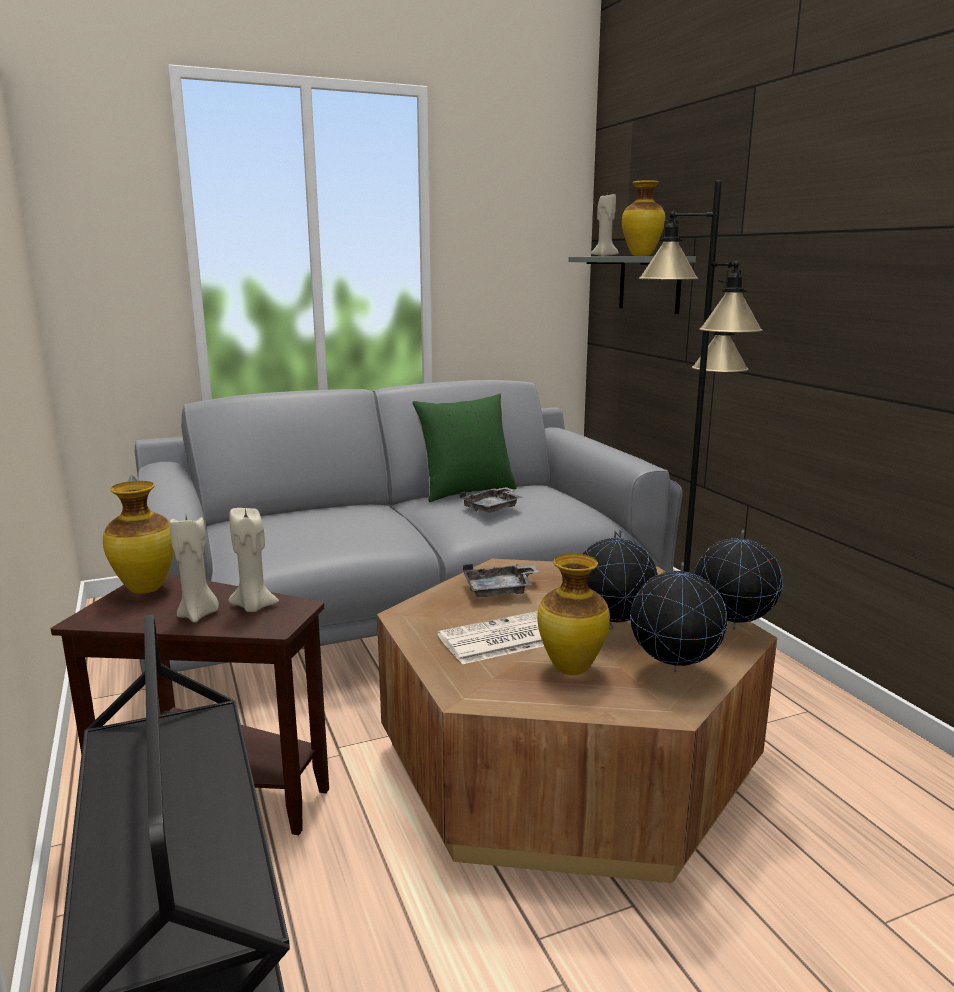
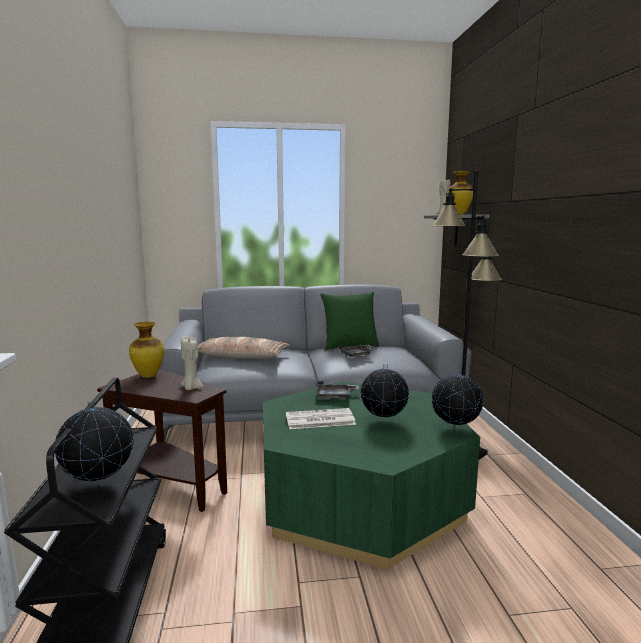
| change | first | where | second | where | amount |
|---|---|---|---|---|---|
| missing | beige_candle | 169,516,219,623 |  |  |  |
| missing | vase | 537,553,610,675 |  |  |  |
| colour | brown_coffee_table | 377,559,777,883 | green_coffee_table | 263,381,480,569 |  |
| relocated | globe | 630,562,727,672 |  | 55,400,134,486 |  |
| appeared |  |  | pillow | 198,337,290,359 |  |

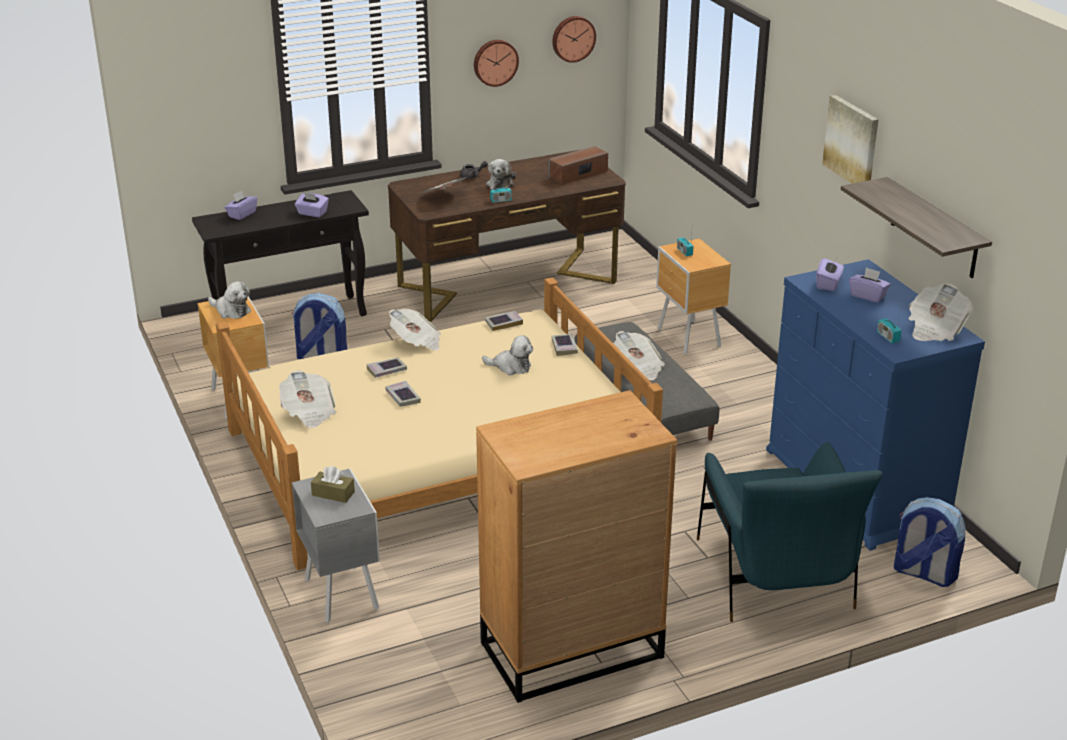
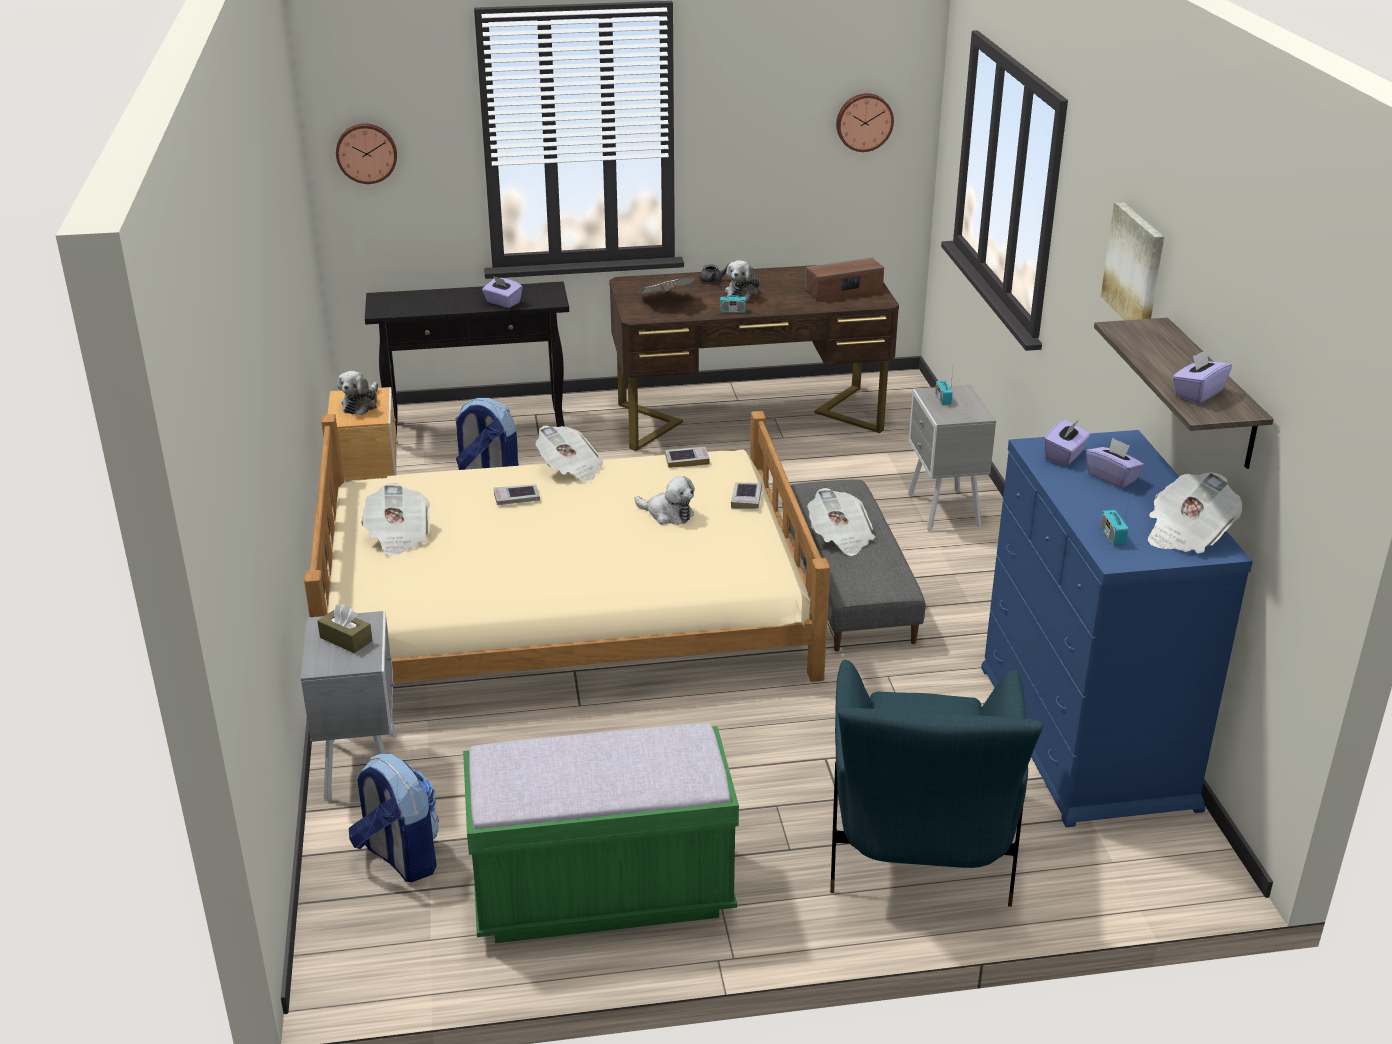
| change | first | where | second | where | amount |
|---|---|---|---|---|---|
| relocated | wall_clock | 474,40,519,87 |  | 336,123,397,184 |  |
| relocated | purple_tissue_box | 225,191,257,220 |  | 1173,350,1232,404 |  |
| colour | brown_nightstand | 656,238,731,355 | grey_nightstand | 908,385,996,531 |  |
| spun | plush_toy | 208,281,251,319 |  | 337,371,378,415 | 60 degrees clockwise |
| missing | book | 386,381,421,407 |  |  |  |
| exchanged | brown_dresser | 476,390,677,703 | green_bench | 463,723,739,943 |  |
| relocated | backpack | 894,497,966,587 |  | 349,753,439,882 |  |

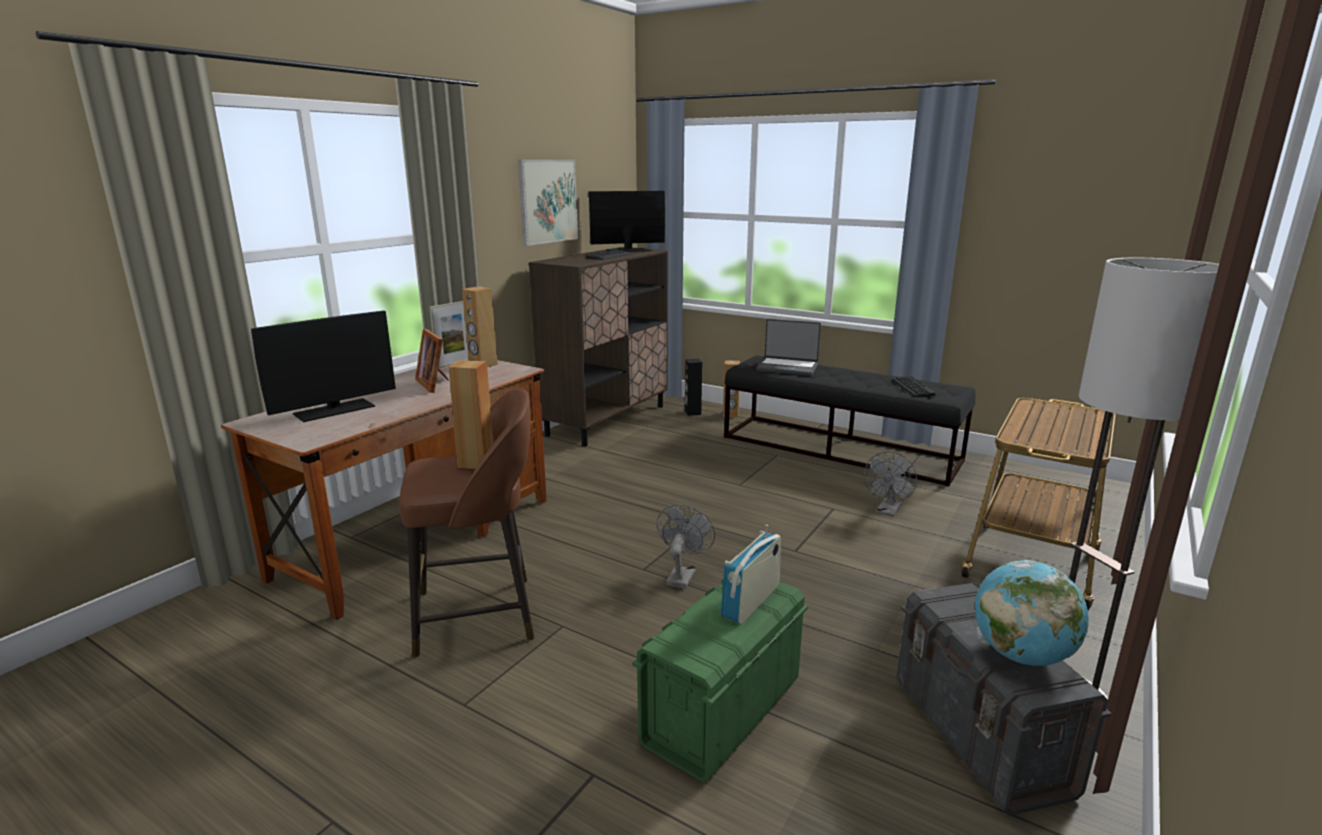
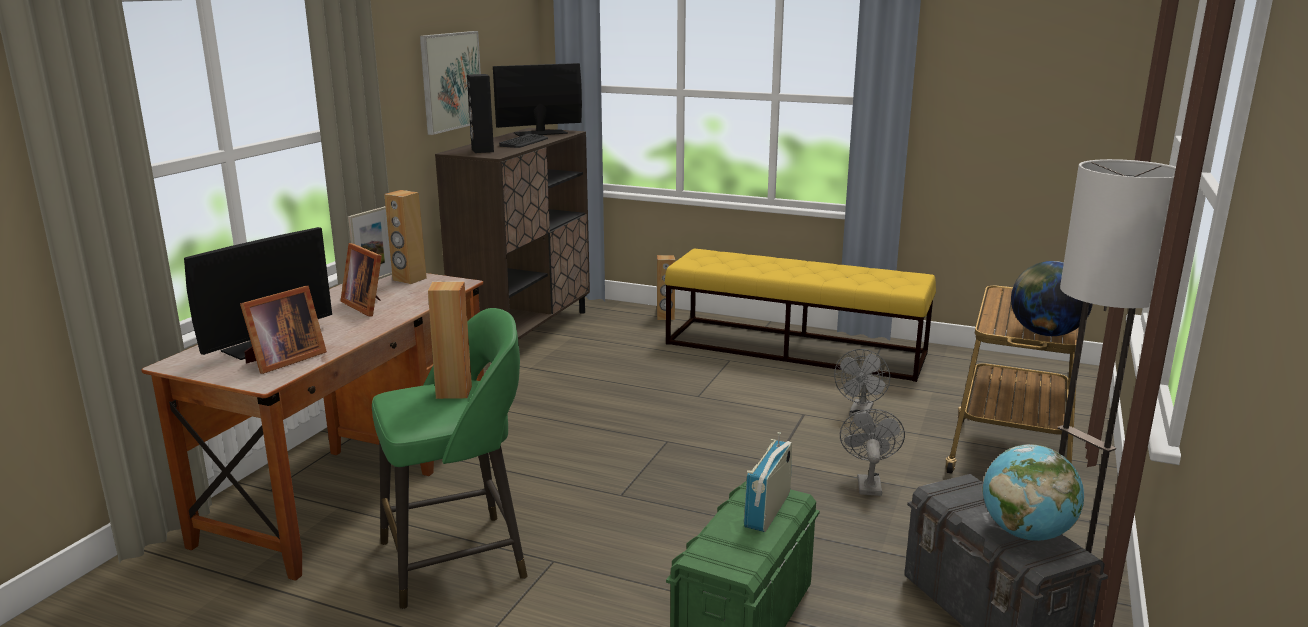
| change | first | where | second | where | amount |
|---|---|---|---|---|---|
| missing | laptop | 756,319,821,376 |  |  |  |
| colour | black_bench | 724,355,976,487 | yellow_bench | 665,249,936,382 |  |
| relocated | black_speaker | 685,359,702,416 |  | 467,74,494,153 |  |
| missing | keyboard | 892,376,935,397 |  |  |  |
| colour | brown_stool | 399,388,534,657 | green_stool | 372,308,527,609 |  |
| relocated | grey_fan | 657,505,715,589 |  | 840,409,905,496 |  |
| appeared |  |  | globe | 1011,261,1093,336 |  |
| appeared |  |  | picture_frame | 240,286,327,374 |  |

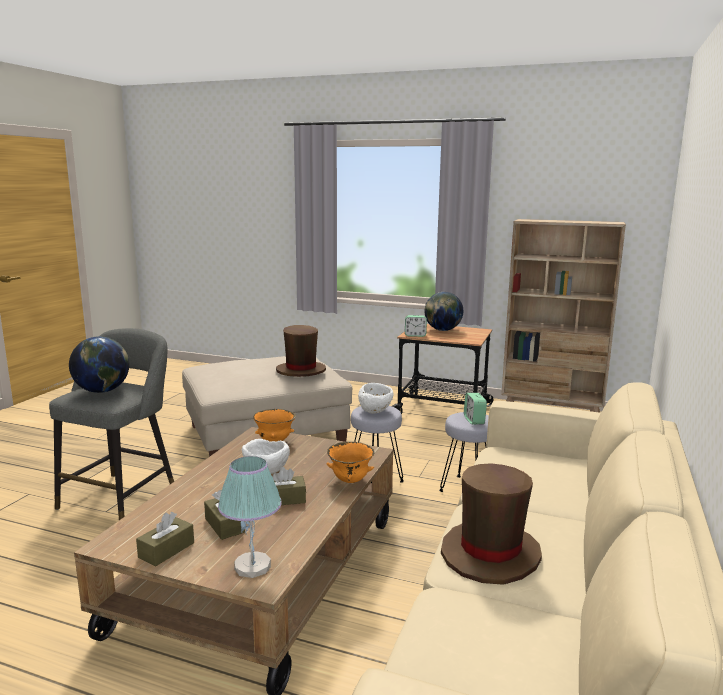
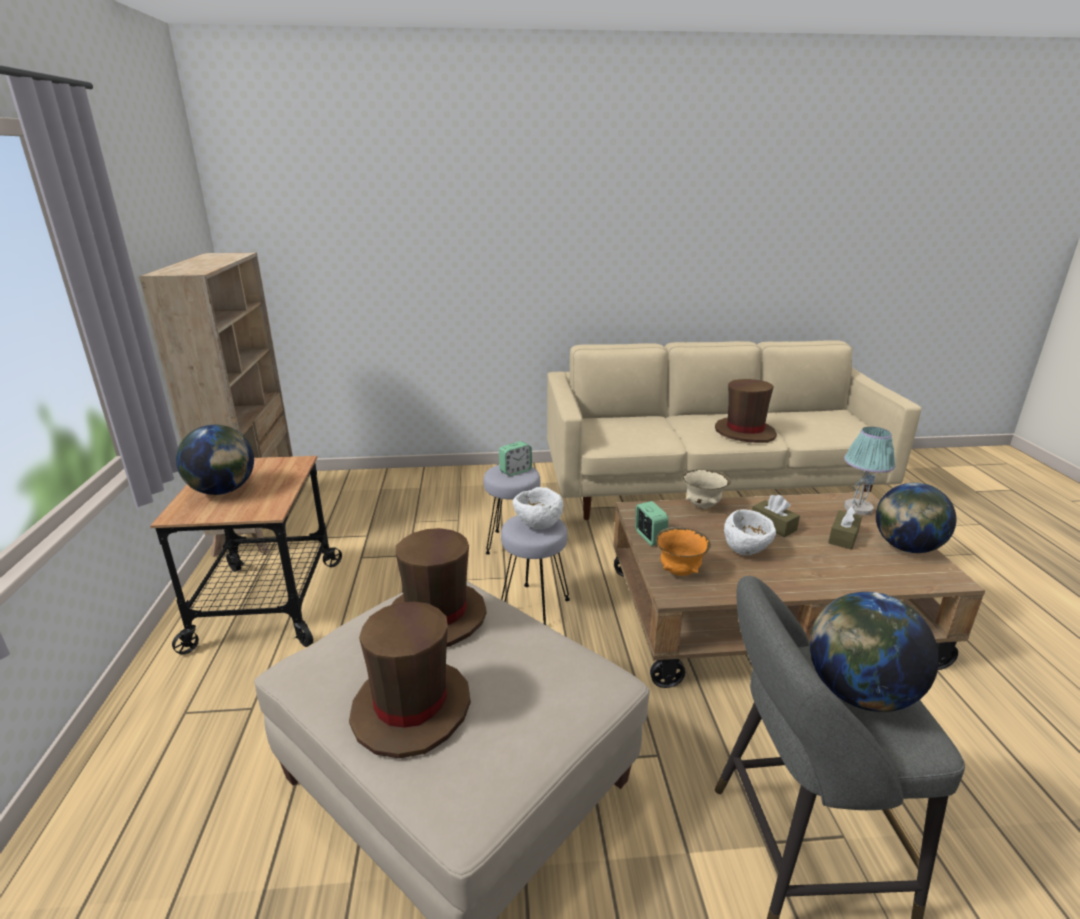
| change | first | where | second | where | amount |
|---|---|---|---|---|---|
| relocated | alarm_clock | 405,315,427,337 |  | 635,501,668,546 |  |
| colour | orange_bowl | 326,442,375,483 | beige_bowl | 683,469,731,509 |  |
| exchanged | brown_tissue_box | 136,512,194,567 | globe | 876,483,956,553 |  |
| appeared |  |  | brown_hat | 349,602,471,759 |  |

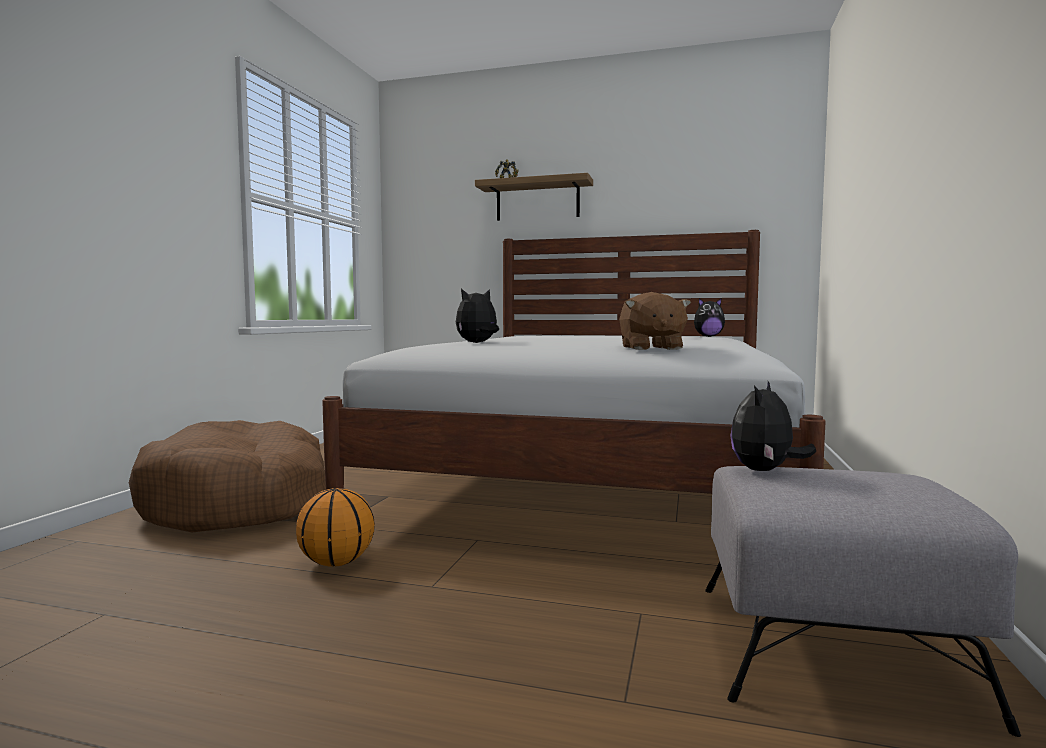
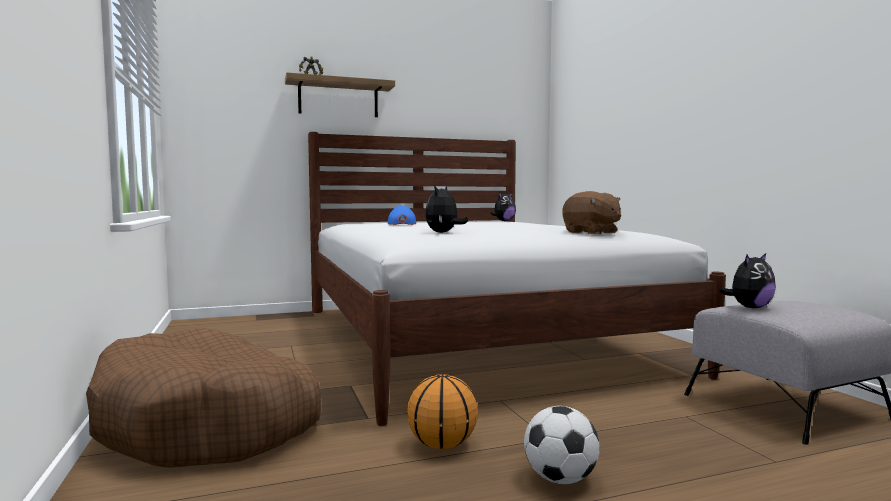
| change | first | where | second | where | amount |
|---|---|---|---|---|---|
| spun | plush_toy | 730,381,816,471 |  | 719,252,776,308 | 120 degrees counterclockwise |
| appeared |  |  | blue_cap | 388,205,416,225 |  |
| appeared |  |  | football | 524,406,600,484 |  |

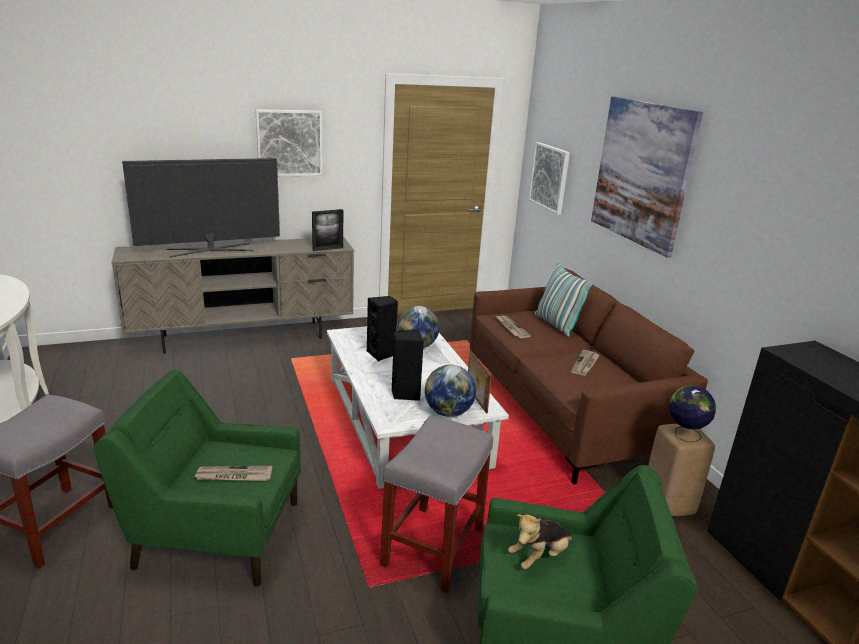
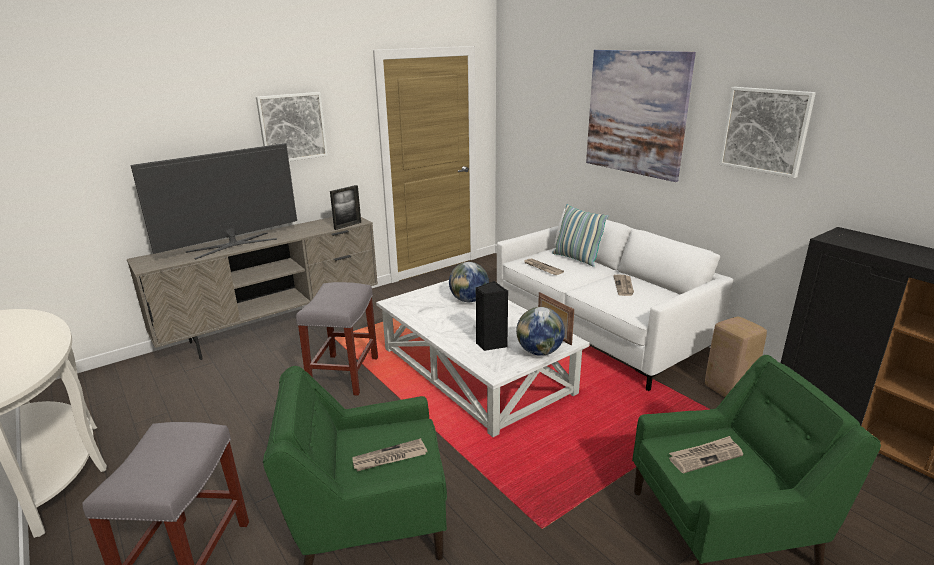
| change | first | where | second | where | amount |
|---|---|---|---|---|---|
| relocated | picture | 529,142,570,215 |  | 719,87,816,178 |  |
| colour | brown_sofa | 470,268,708,484 | white_sofa | 497,208,733,391 |  |
| missing | black_speaker | 367,296,398,361 |  |  |  |
| missing | globe | 669,385,716,442 |  |  |  |
| relocated | grey_stool | 380,416,493,593 |  | 296,282,378,396 |  |
| exchanged | plush_toy | 508,514,573,570 | newspaper | 669,436,743,473 |  |

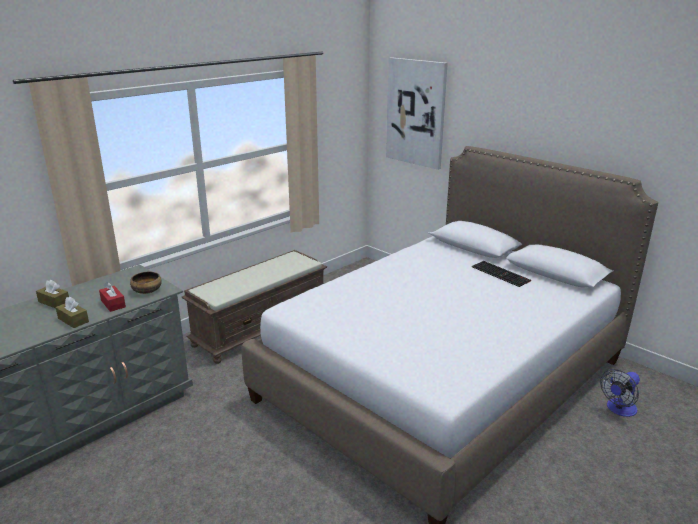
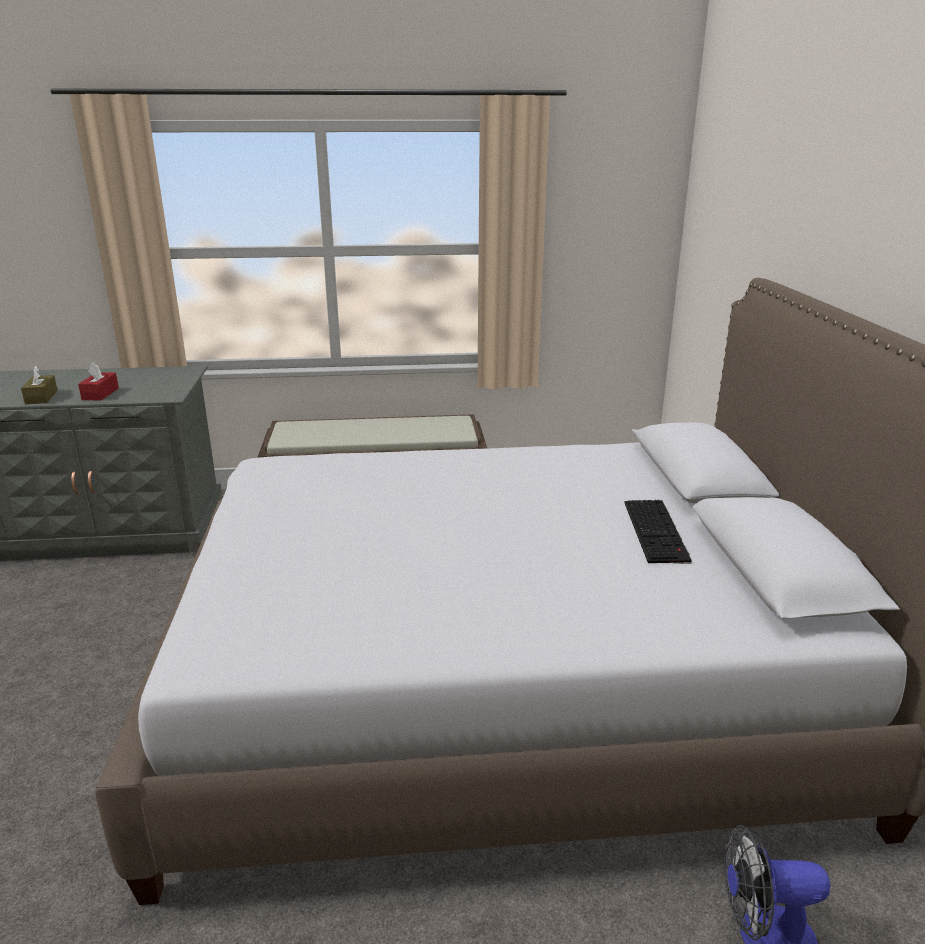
| change | first | where | second | where | amount |
|---|---|---|---|---|---|
| missing | picture | 386,57,448,170 |  |  |  |
| missing | bowl | 130,272,162,294 |  |  |  |
| missing | brown_tissue_box | 36,280,69,308 |  |  |  |

